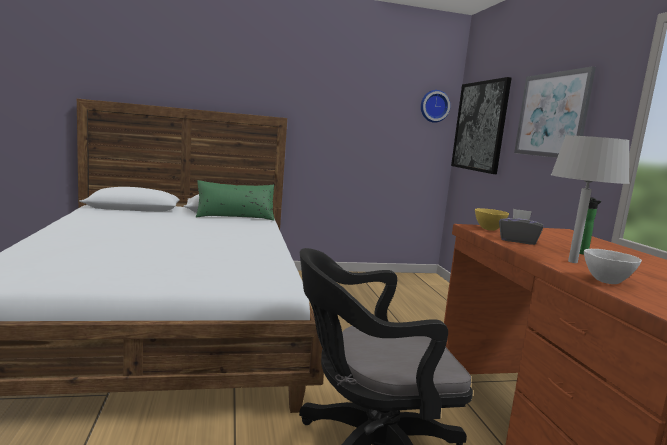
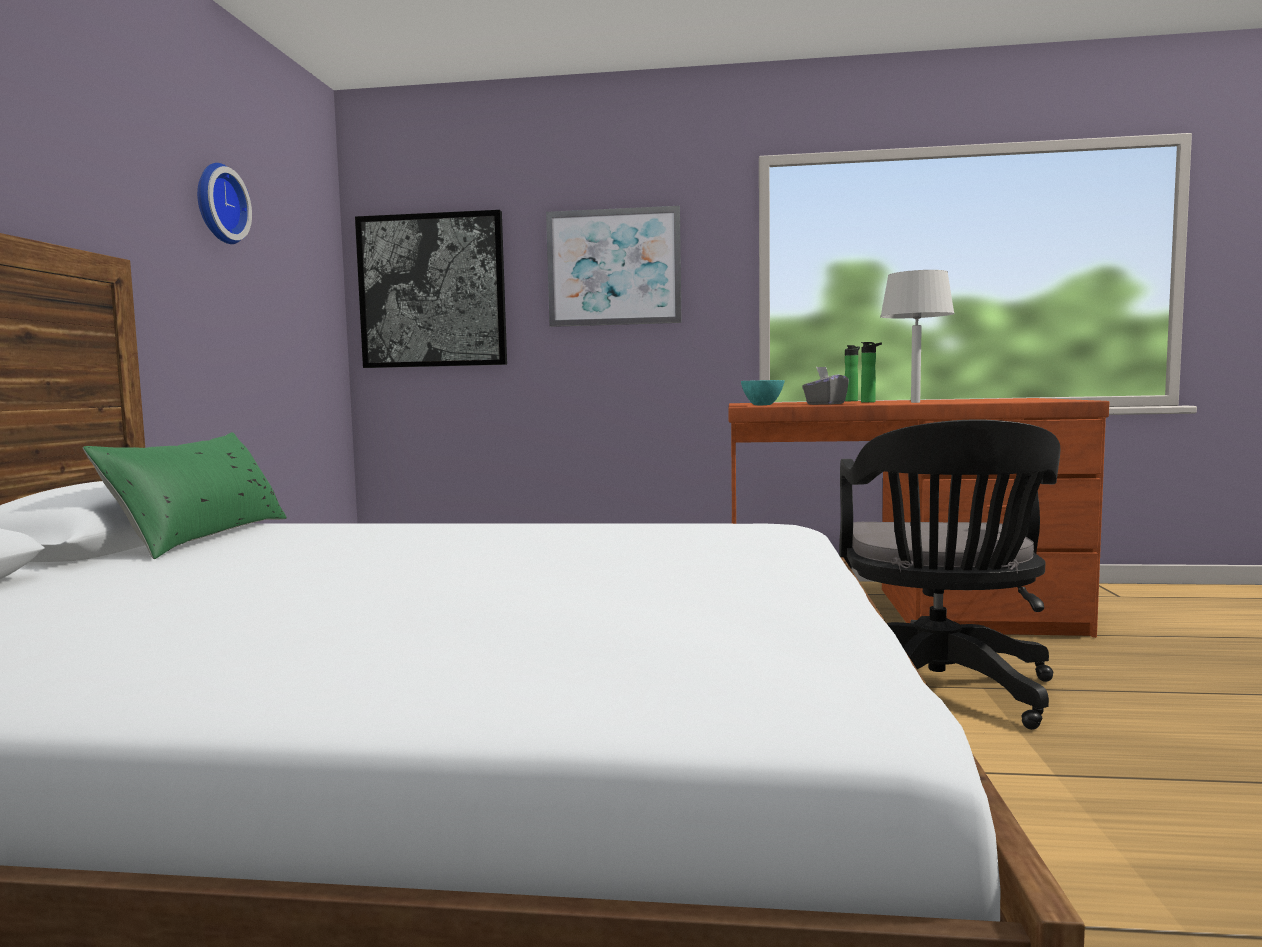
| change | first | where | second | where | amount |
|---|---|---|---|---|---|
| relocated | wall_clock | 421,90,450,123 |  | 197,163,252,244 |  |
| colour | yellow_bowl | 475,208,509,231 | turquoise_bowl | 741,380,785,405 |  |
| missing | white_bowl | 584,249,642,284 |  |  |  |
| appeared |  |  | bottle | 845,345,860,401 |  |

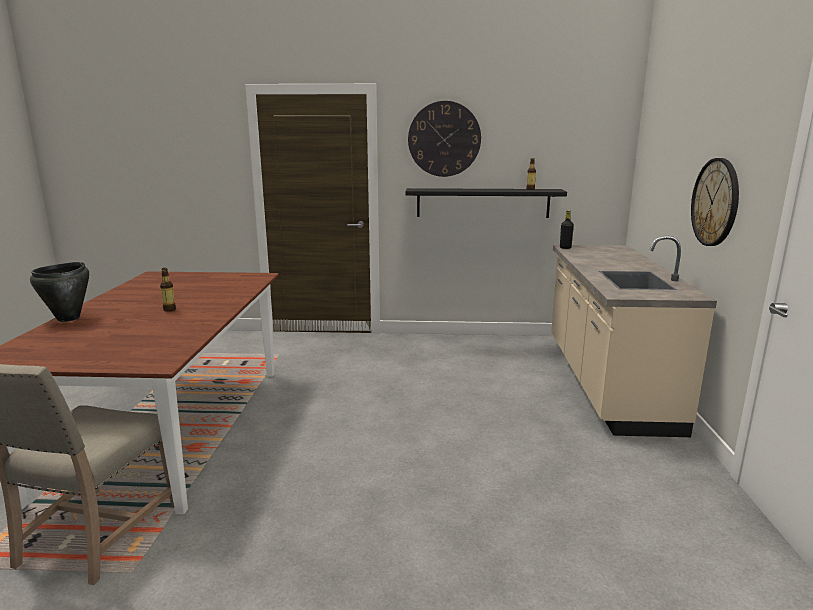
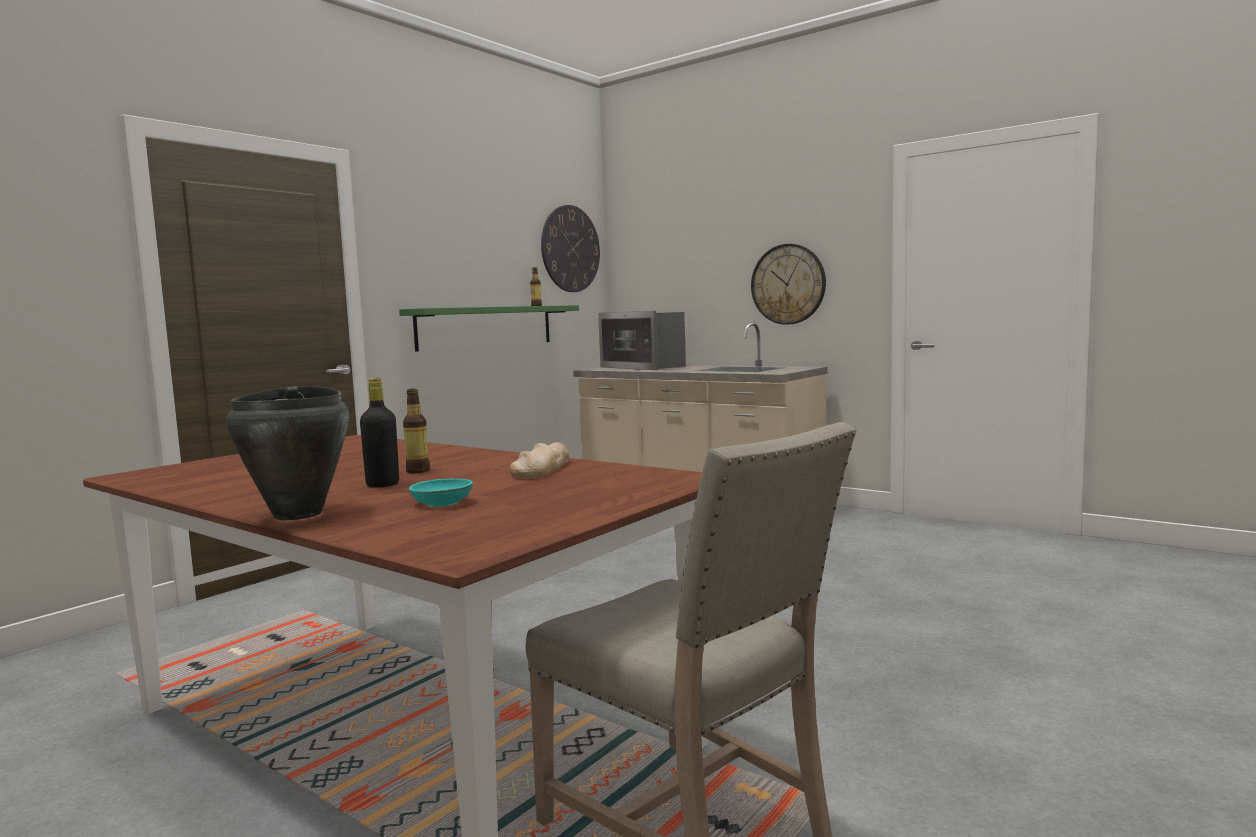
| change | first | where | second | where | amount |
|---|---|---|---|---|---|
| relocated | wall_clock | 408,101,481,177 |  | 541,205,600,292 |  |
| colour | black_shelf | 405,188,567,218 | green_shelf | 399,305,579,352 |  |
| relocated | black_bottle | 560,210,574,249 |  | 360,378,399,488 |  |
| appeared |  |  | microwave | 598,311,686,370 |  |
| appeared |  |  | bread | 509,442,569,478 |  |
| appeared |  |  | turquoise_bowl | 409,479,473,507 |  |

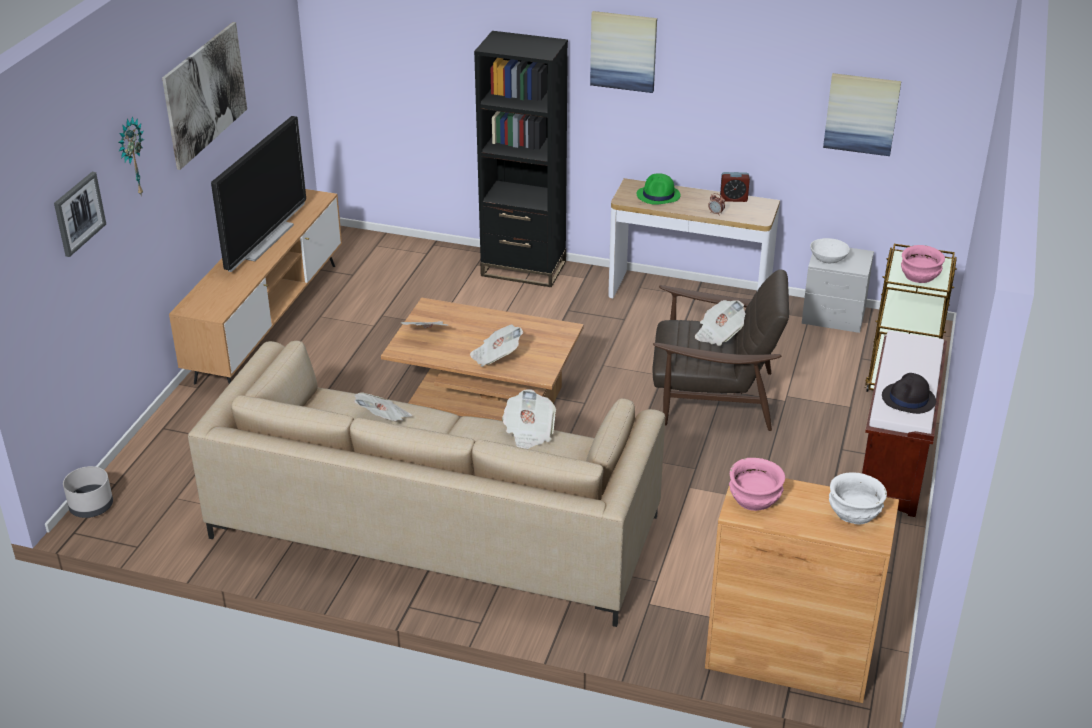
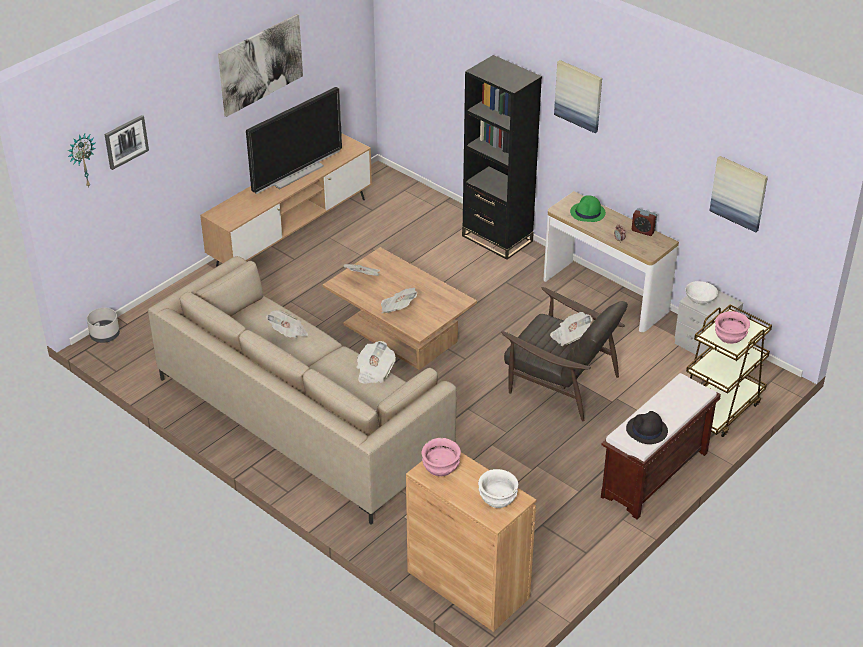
| change | first | where | second | where | amount |
|---|---|---|---|---|---|
| relocated | wall_clock | 118,116,144,197 |  | 68,134,96,187 |  |

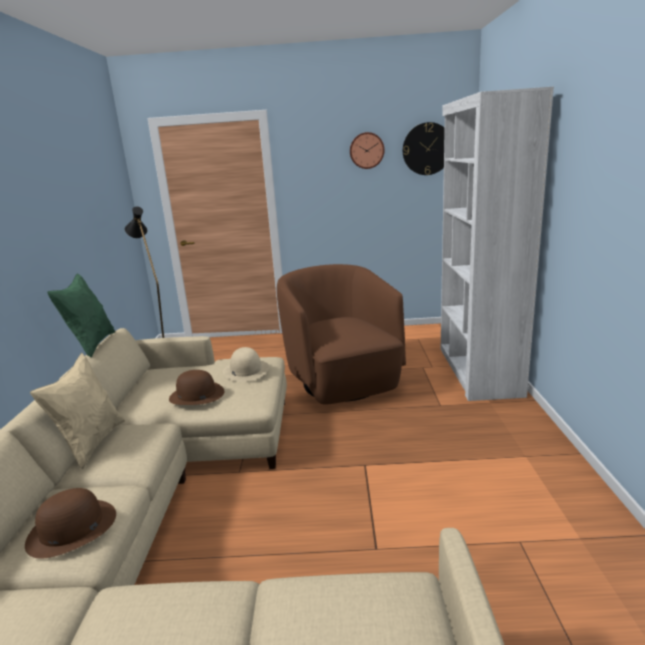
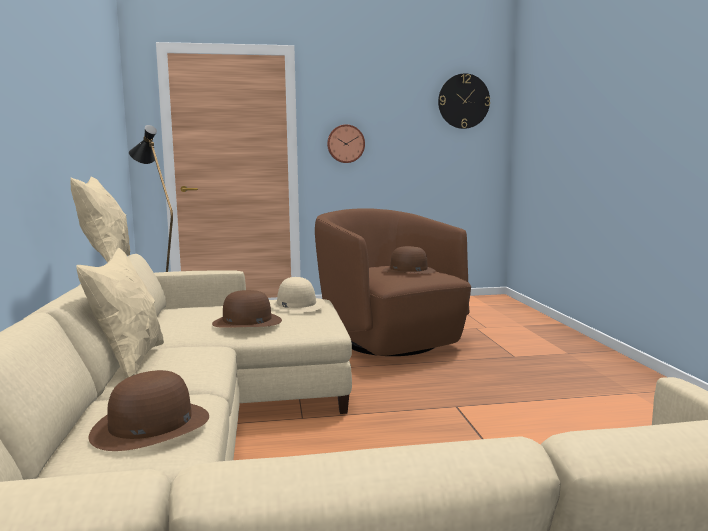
| change | first | where | second | where | amount |
|---|---|---|---|---|---|
| missing | white_bookcase | 441,87,554,401 |  |  |  |
| relocated | wall_clock | 350,132,385,169 |  | 327,124,365,163 |  |
| colour | green_pillow | 47,273,115,358 | beige_pillow | 71,176,130,263 |  |
| appeared |  |  | brown_hat | 382,246,436,273 |  |

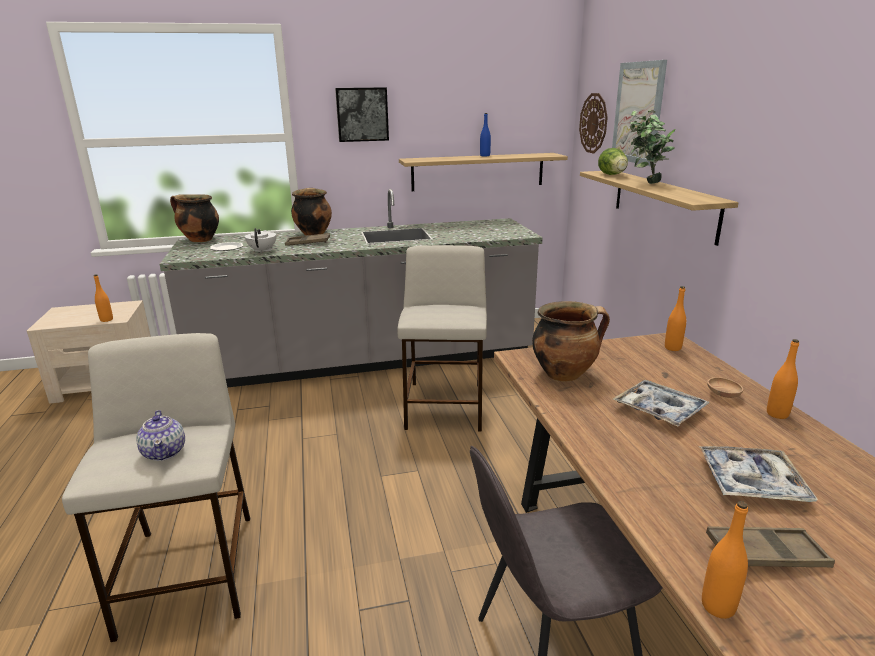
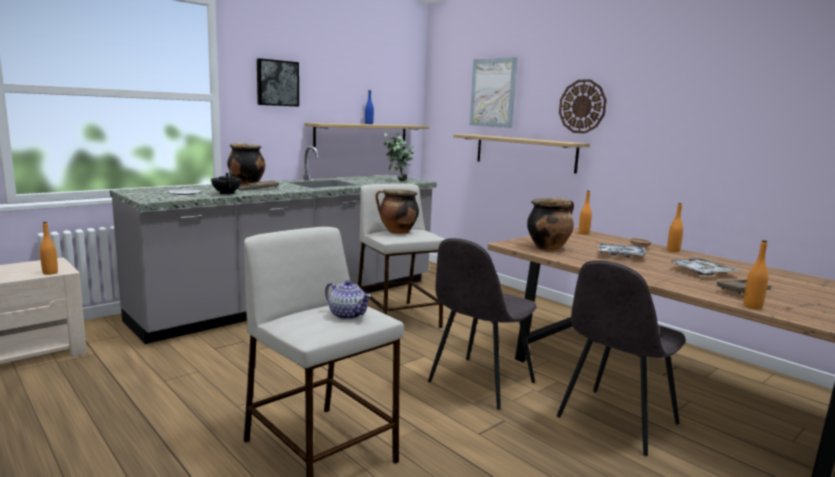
| change | first | where | second | where | amount |
|---|---|---|---|---|---|
| relocated | wall_clock | 579,93,608,153 |  | 559,80,607,134 |  |
| relocated | potted_plant | 630,110,675,184 |  | 383,133,414,181 |  |
| missing | lettuce | 598,148,628,175 |  |  |  |
| relocated | cooking_pot | 170,194,219,242 |  | 375,189,419,234 |  |
| colour | white_teapot | 245,228,276,253 | black_teapot | 211,170,241,195 |  |
| appeared |  |  | grey_chair | 428,238,537,410 |  |

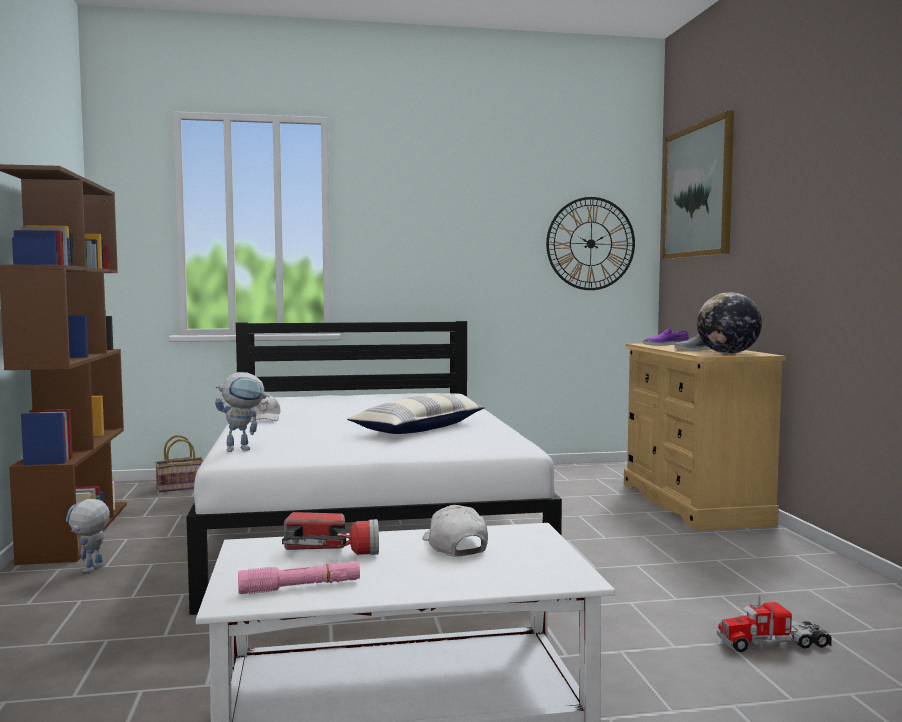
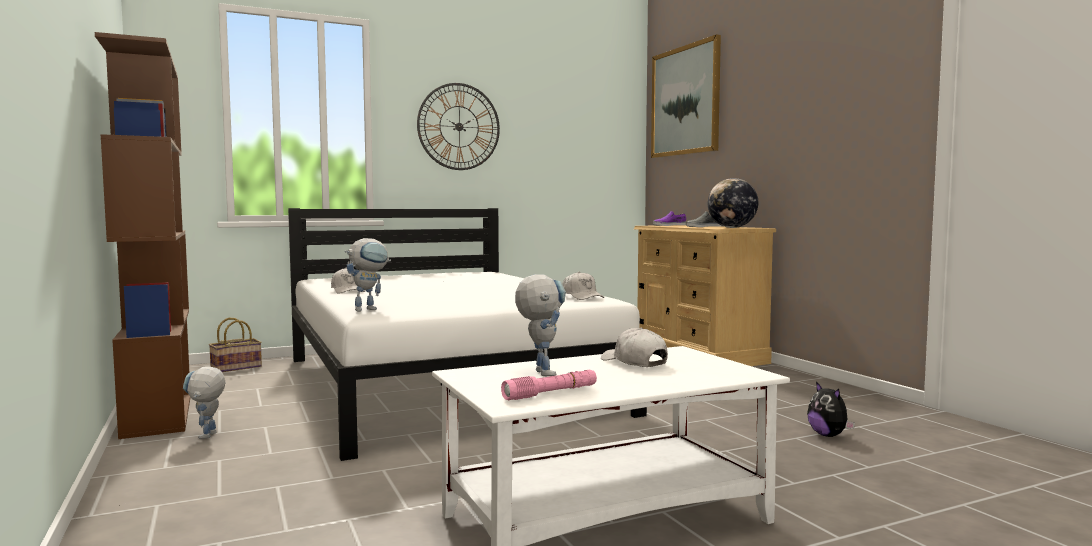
| change | first | where | second | where | amount |
|---|---|---|---|---|---|
| relocated | wall_clock | 546,197,635,290 |  | 417,83,500,170 |  |
| missing | pillow | 347,394,485,434 |  |  |  |
| exchanged | flashlight | 282,512,379,555 | toy_robot | 515,275,566,376 |  |
| exchanged | toy_truck | 717,596,832,652 | plush_toy | 807,382,855,437 |  |
| appeared |  |  | white_cap | 562,272,605,300 |  |

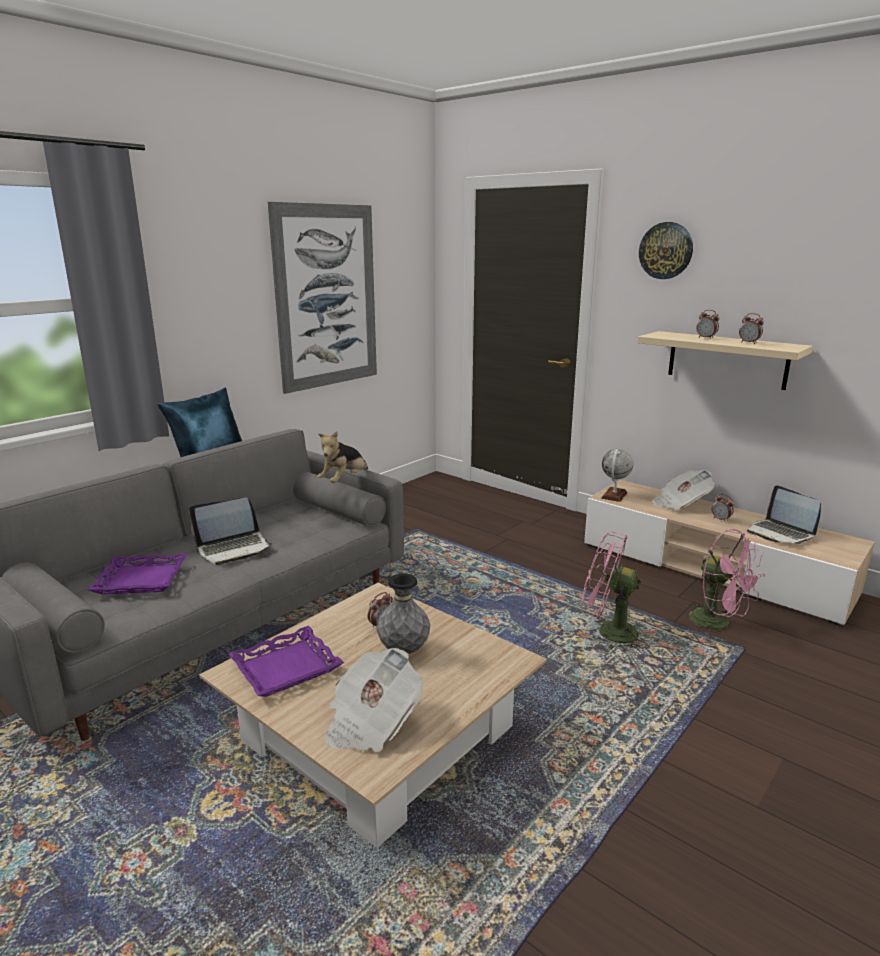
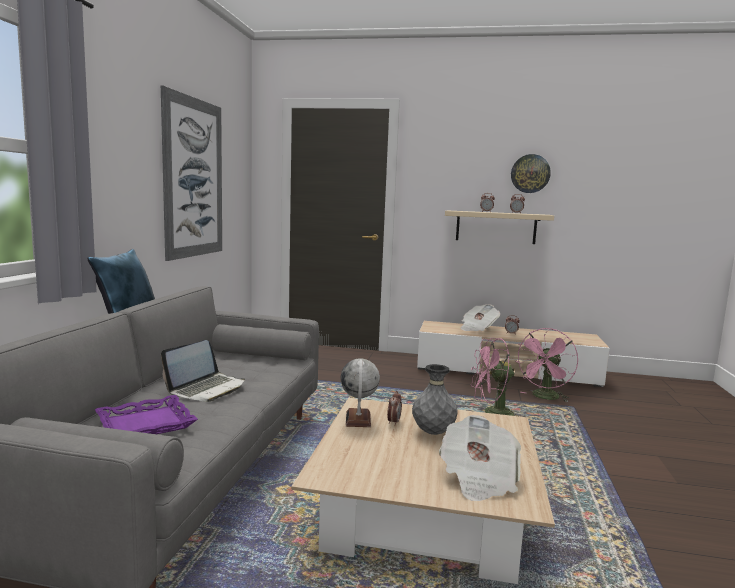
| change | first | where | second | where | amount |
|---|---|---|---|---|---|
| relocated | wall_clock | 639,222,693,279 |  | 511,154,551,193 |  |
| missing | plush_toy | 317,431,368,483 |  |  |  |
| relocated | globe | 601,449,633,502 |  | 340,358,380,427 |  |
| missing | laptop | 747,485,821,544 |  |  |  |
| spun | pink_fan | 687,529,765,633 |  | 516,328,578,402 | 105 degrees clockwise |
| missing | purple_tray | 228,626,344,697 |  |  |  |

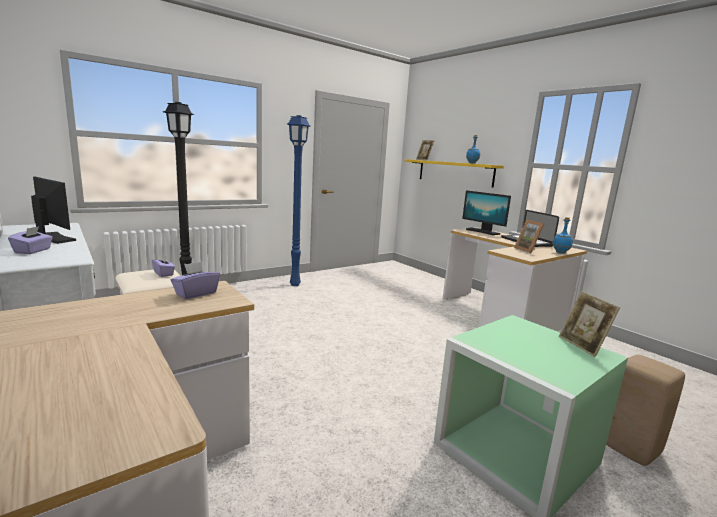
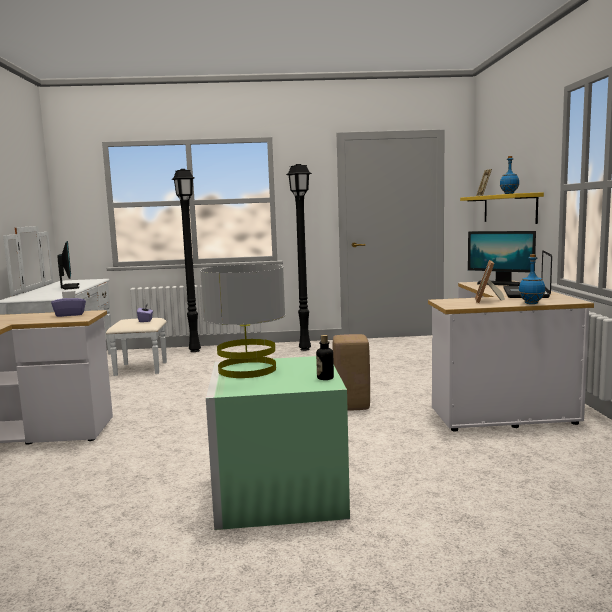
| change | first | where | second | where | amount |
|---|---|---|---|---|---|
| colour | blue_floor_lamp | 287,115,310,286 | black_floor_lamp | 286,164,312,351 |  |
| spun | monitor | 462,190,511,235 |  | 468,231,536,286 | 45 degrees counterclockwise |
| missing | purple_tissue_box | 8,226,53,254 |  |  |  |
| exchanged | picture_frame | 559,291,620,357 | bottle | 316,335,334,380 |  |
| relocated | beige_stool | 606,355,685,466 |  | 333,334,370,411 |  |
| appeared |  |  | grey_table_lamp | 200,264,285,378 |  |

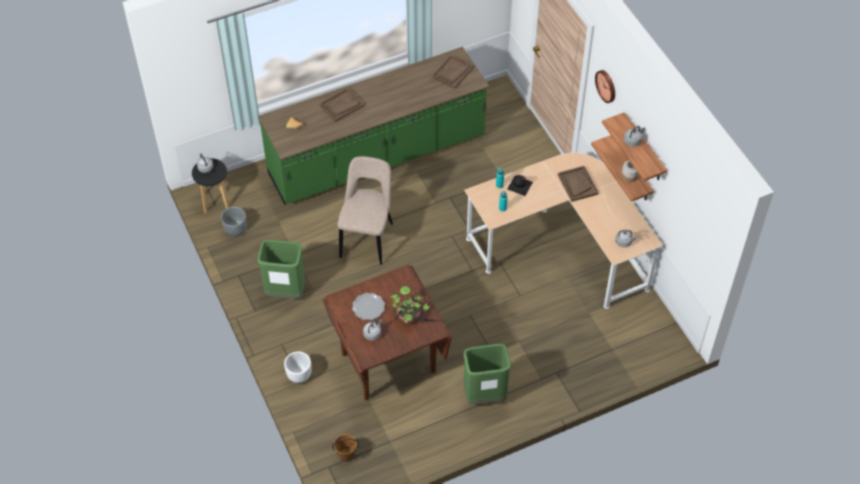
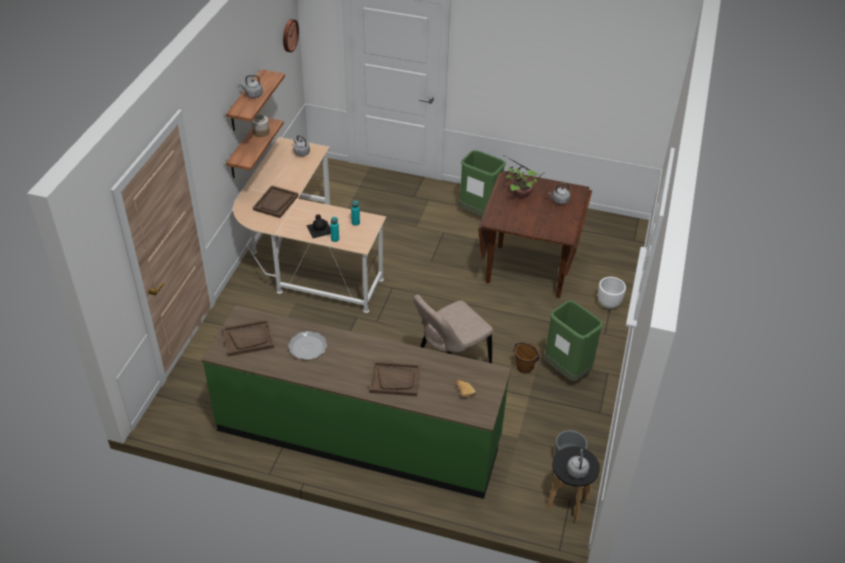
| change | first | where | second | where | amount |
|---|---|---|---|---|---|
| relocated | wall_clock | 595,70,615,103 |  | 283,19,299,52 |  |
| relocated | plate | 352,293,385,320 |  | 288,331,327,360 |  |
| relocated | brown_bucket | 332,434,359,462 |  | 513,343,539,373 |  |

